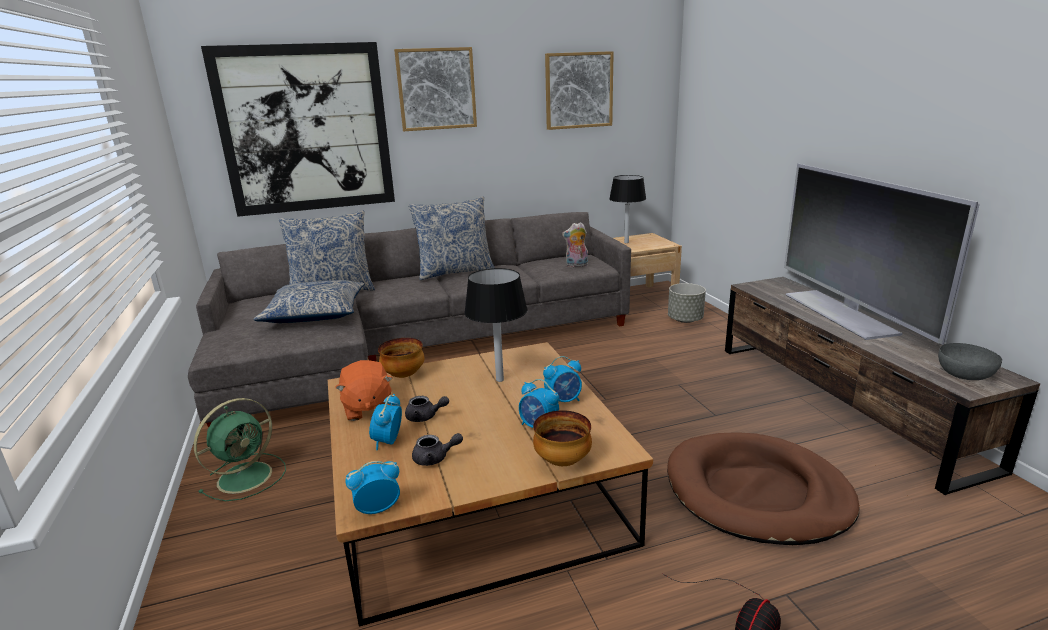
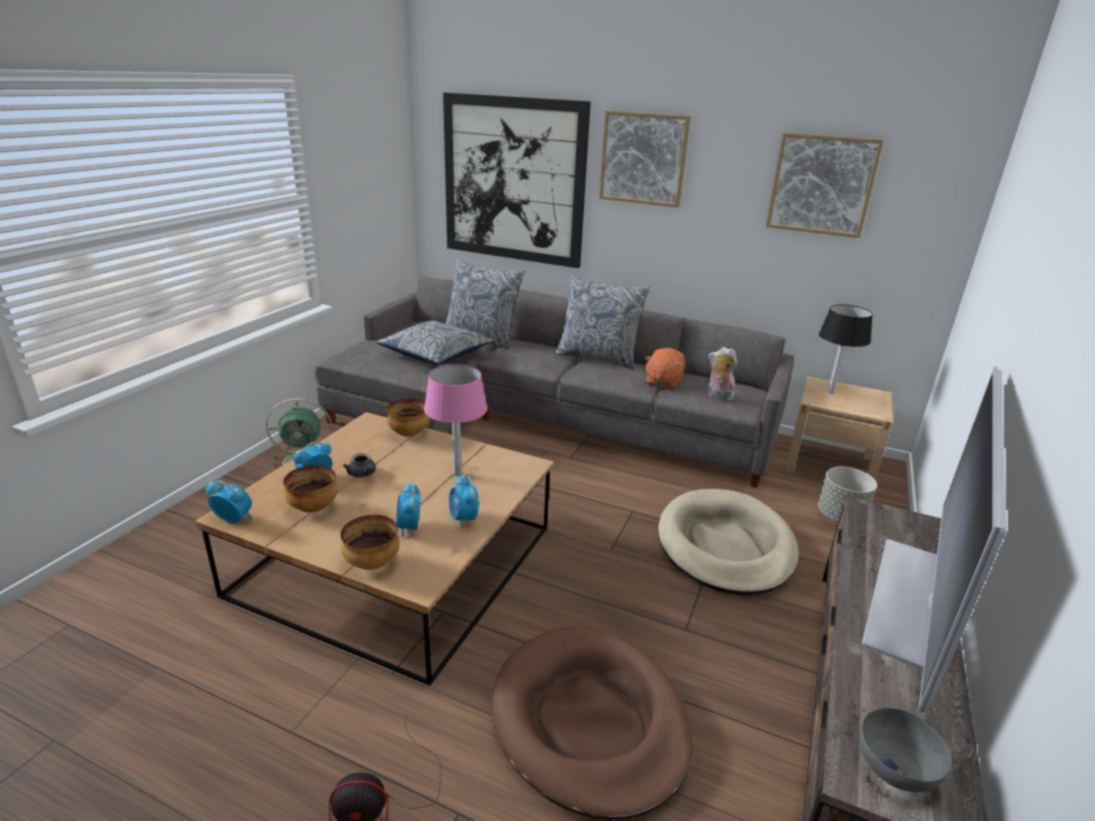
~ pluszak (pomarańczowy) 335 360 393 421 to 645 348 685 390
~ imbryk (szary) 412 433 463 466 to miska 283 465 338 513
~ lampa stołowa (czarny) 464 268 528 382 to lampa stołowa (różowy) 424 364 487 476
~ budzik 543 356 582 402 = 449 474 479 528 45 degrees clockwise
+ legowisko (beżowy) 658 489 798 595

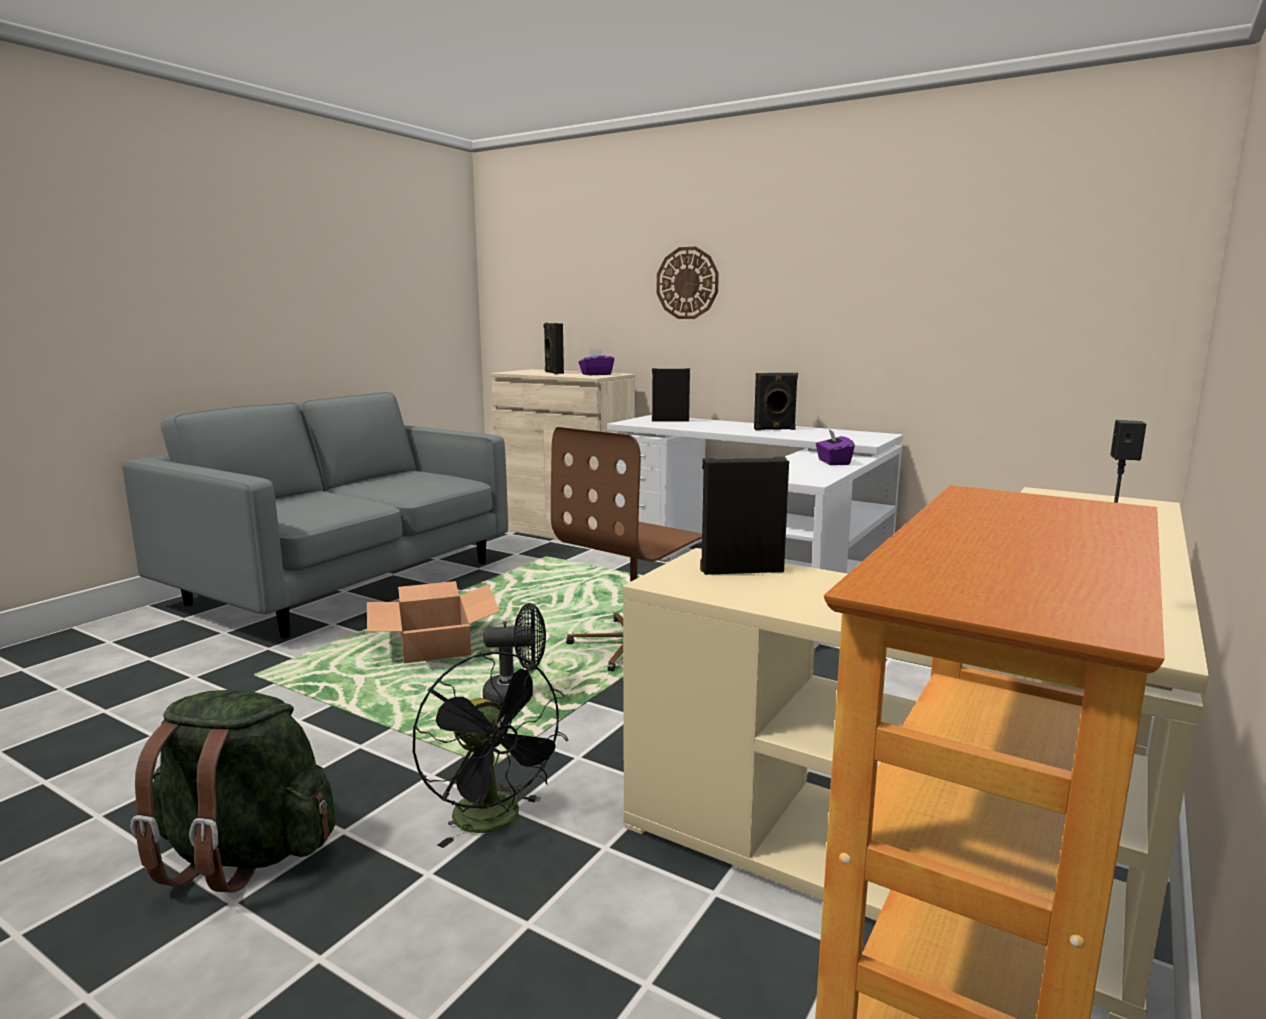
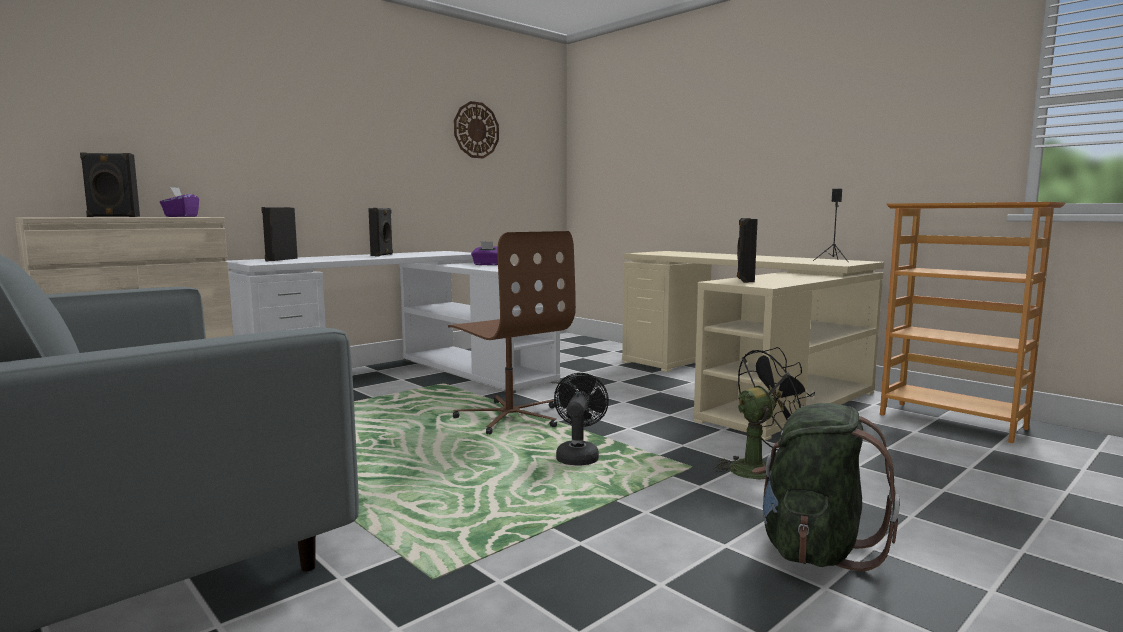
- karton 367 581 500 664
~ zegar ścienny 657 247 719 319 to 454 101 499 158

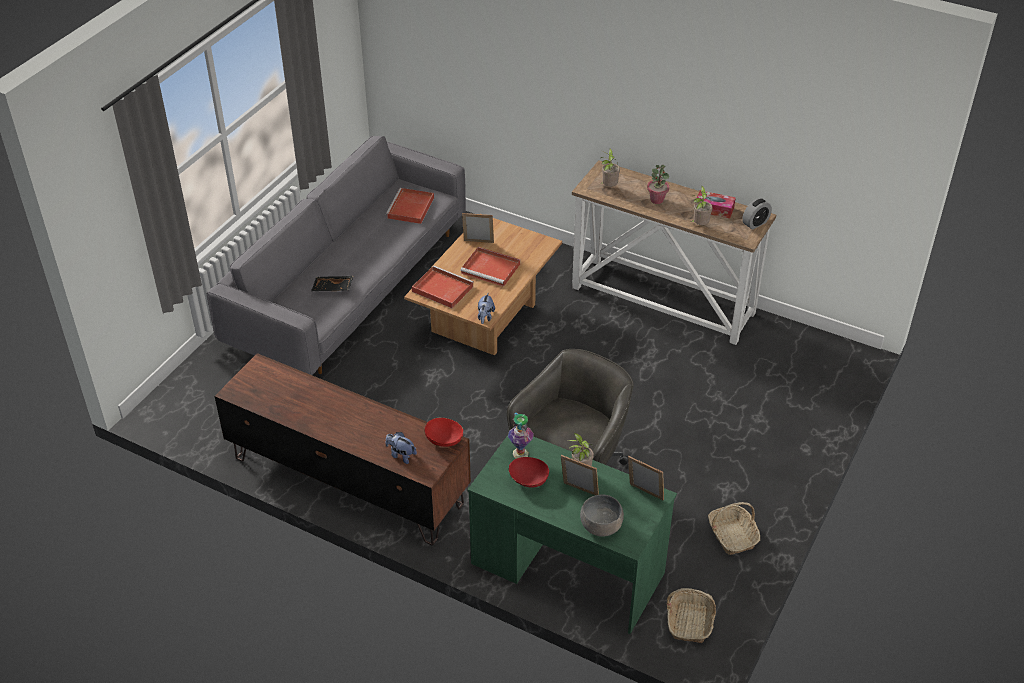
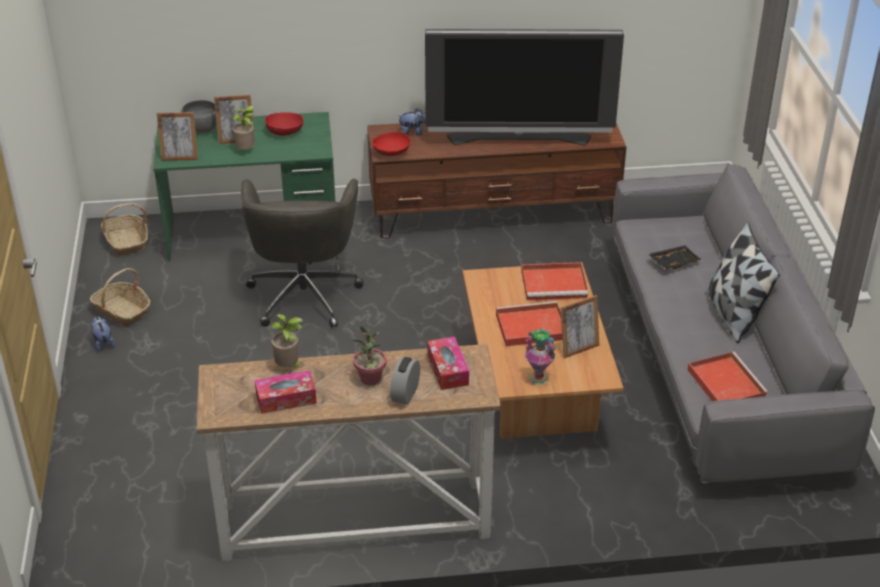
~ pluszak 478 293 495 324 to 92 316 115 352
~ wazon 508 412 534 459 to 525 329 555 385
~ roślina doniczkowa 600 149 620 187 to pudełko chusteczek 427 337 469 390
~ budzik 742 198 772 230 to 390 357 420 405
+ telewizor 425 29 624 146
+ poduszka 707 222 780 343

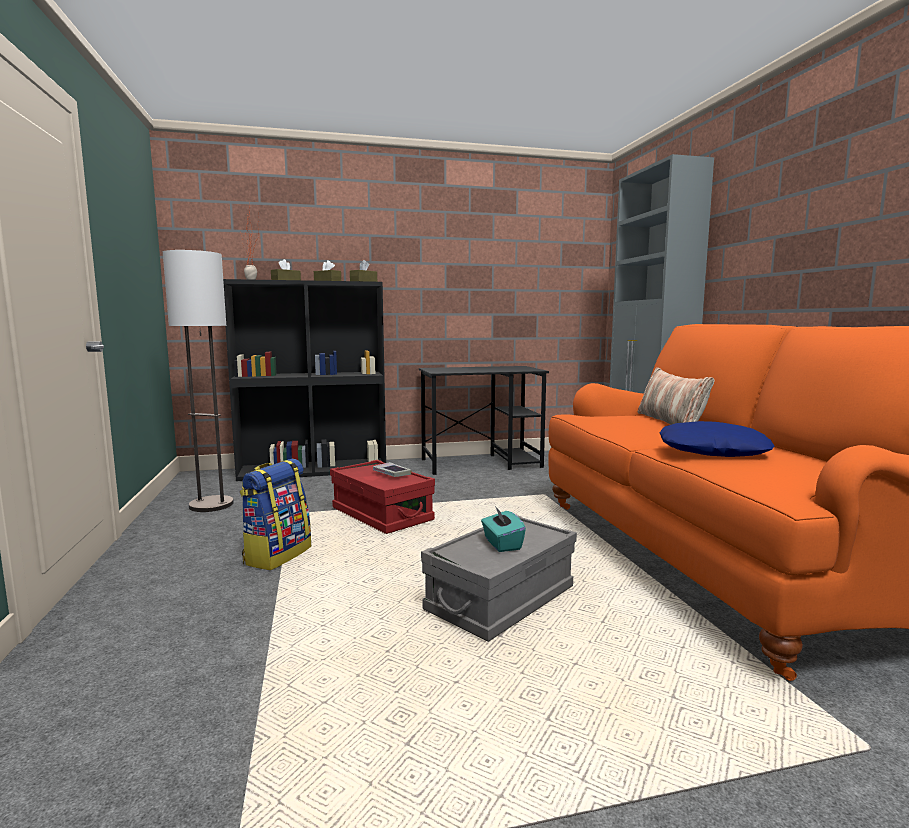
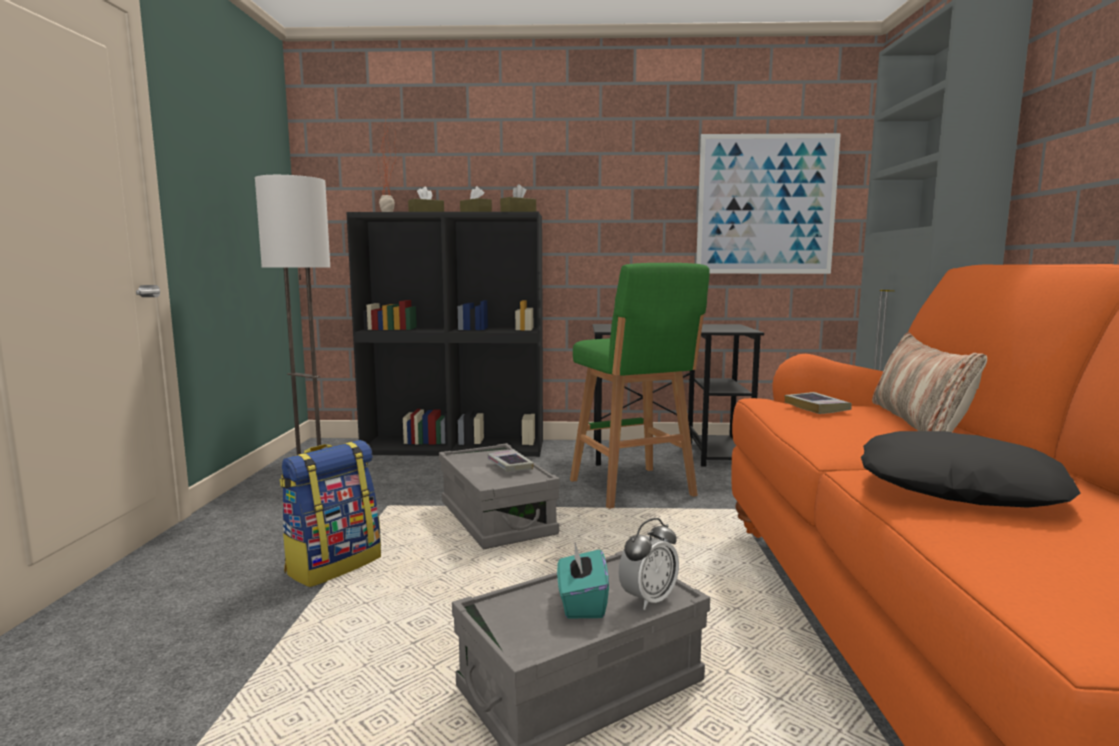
~ pojemnik do przechowywania (czerwony) 330 460 435 534 to pojemnik do przechowywania (szary) 439 443 560 550
~ poduszka (niebieski) 659 421 775 457 to poduszka (czarny) 861 431 1080 508
+ stołek (zielony) 570 263 710 509
+ budzik 618 518 679 610
+ obraz 696 133 841 274
+ książka 785 392 852 414

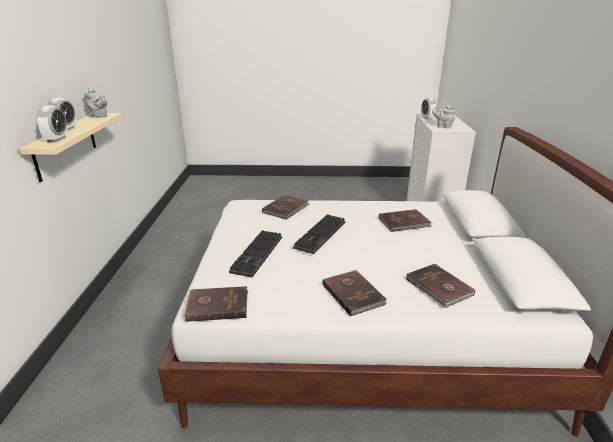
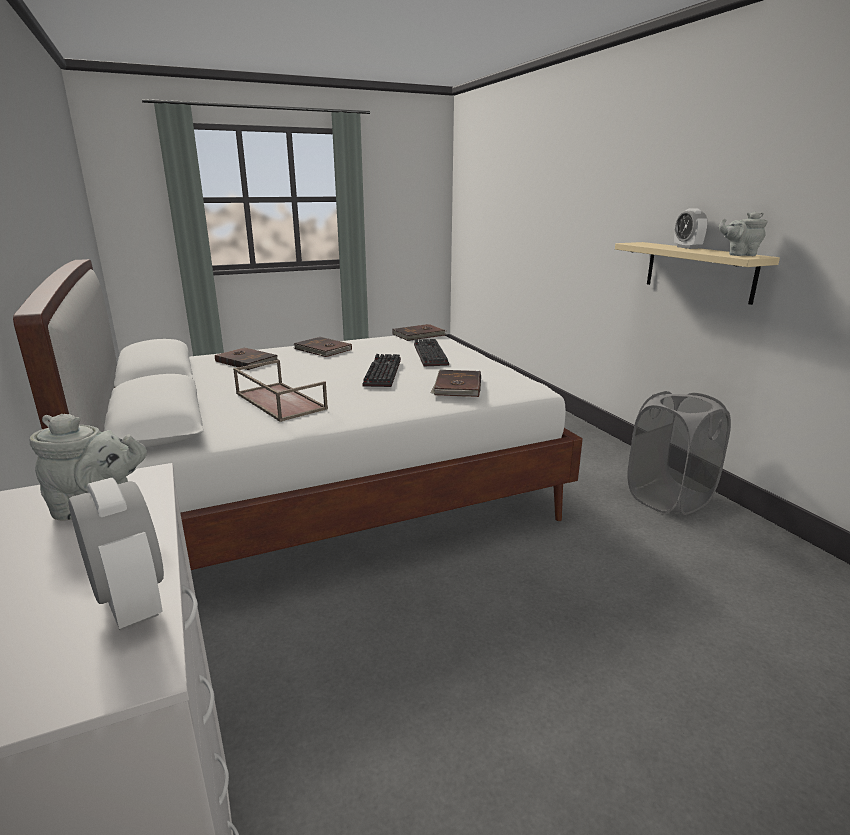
- budzik 36 105 68 142
~ książka (brązowy) 379 209 432 232 to taca (brązowy) 233 360 328 422
+ kosz na pranie (szary) 627 391 731 515

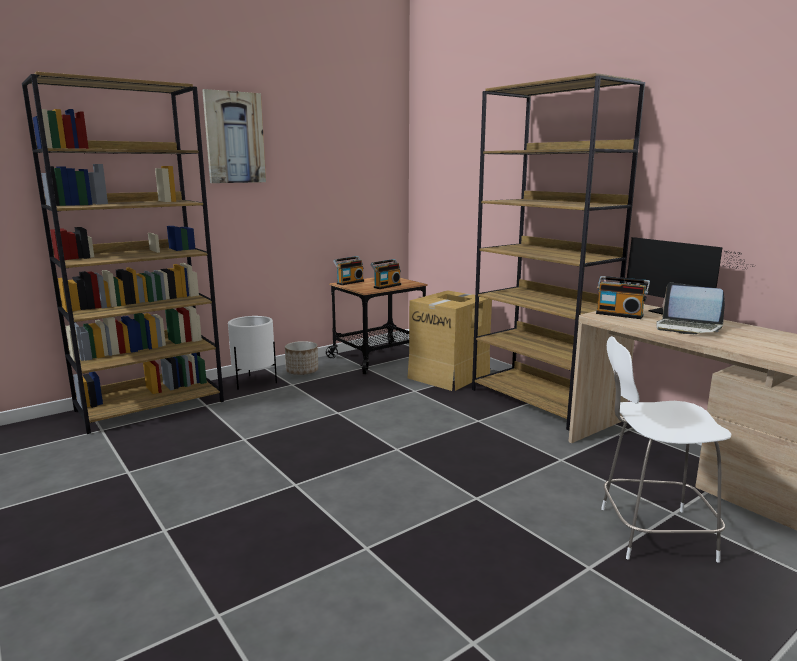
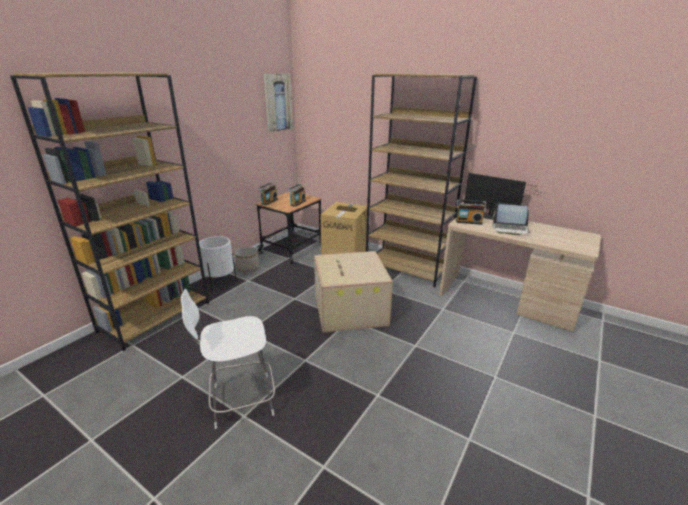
~ obraz 202 89 266 183 to 264 74 293 132
~ krzesło (biały) 601 336 731 563 to 181 289 275 429
+ karton 314 251 393 333

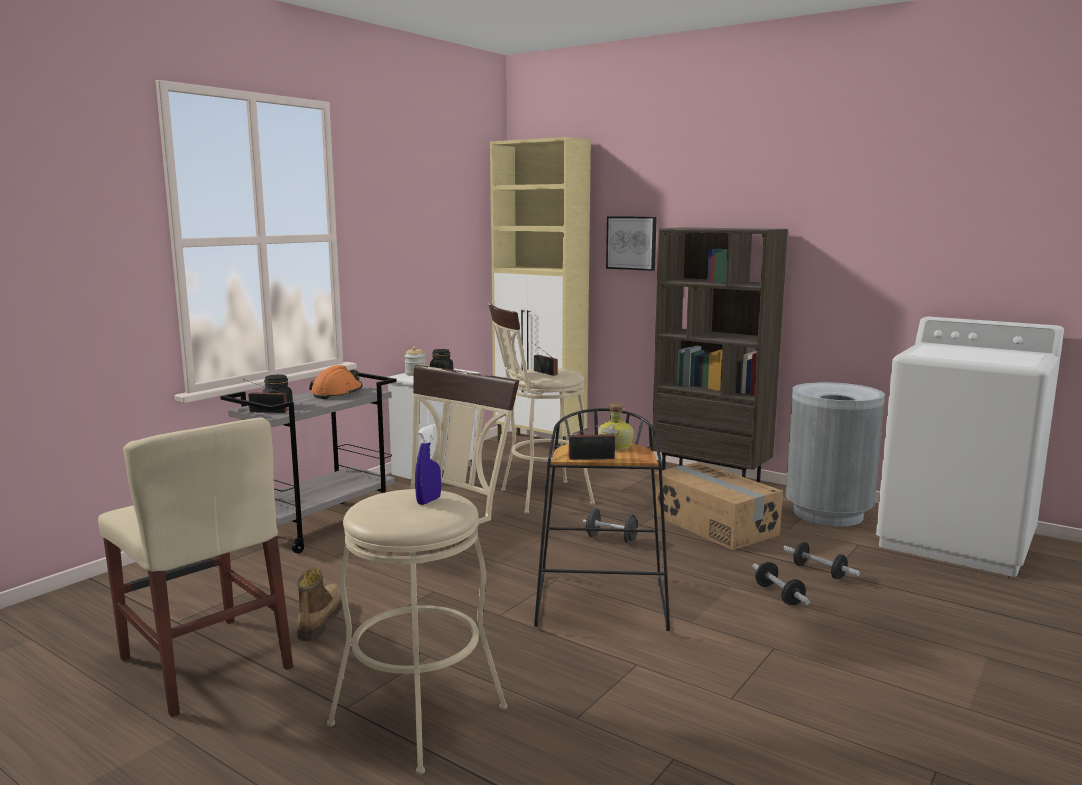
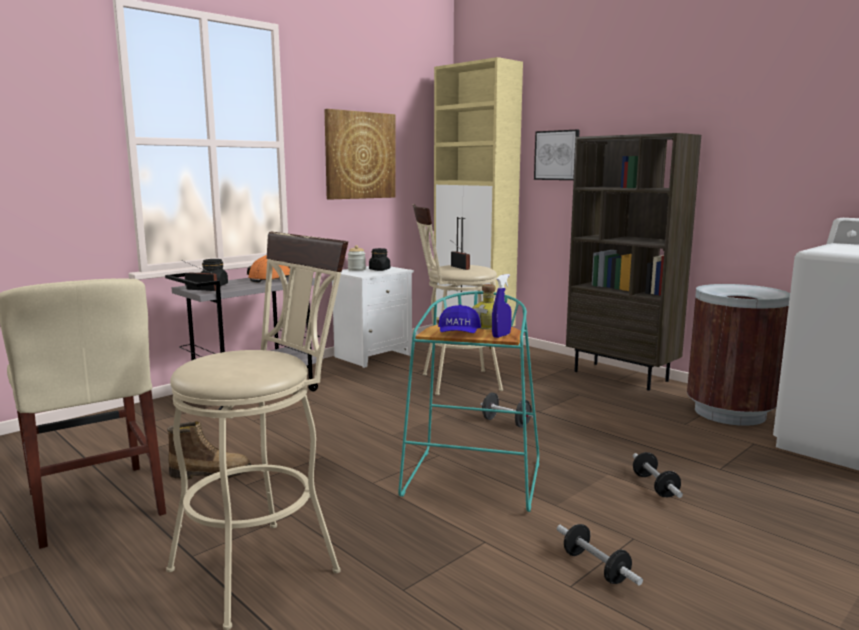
~ but z cholewką 297 568 343 641 = 167 421 251 479 75 degrees clockwise
~ spryskiwacz (niebieski) 415 424 441 505 to 492 274 512 338
~ stołek (czarny) 534 408 670 631 to stołek (turkusowy) 398 291 539 512
~ radio 569 418 620 460 to czapka z daszkiem (niebieski) 438 305 481 333
- karton 653 462 783 550
~ hantel 783 542 860 579 to 557 524 643 585
~ kosz na śmieci (szary) 785 382 885 526 to kosz na śmieci (brązowy) 687 284 790 426
+ obraz 324 109 396 199

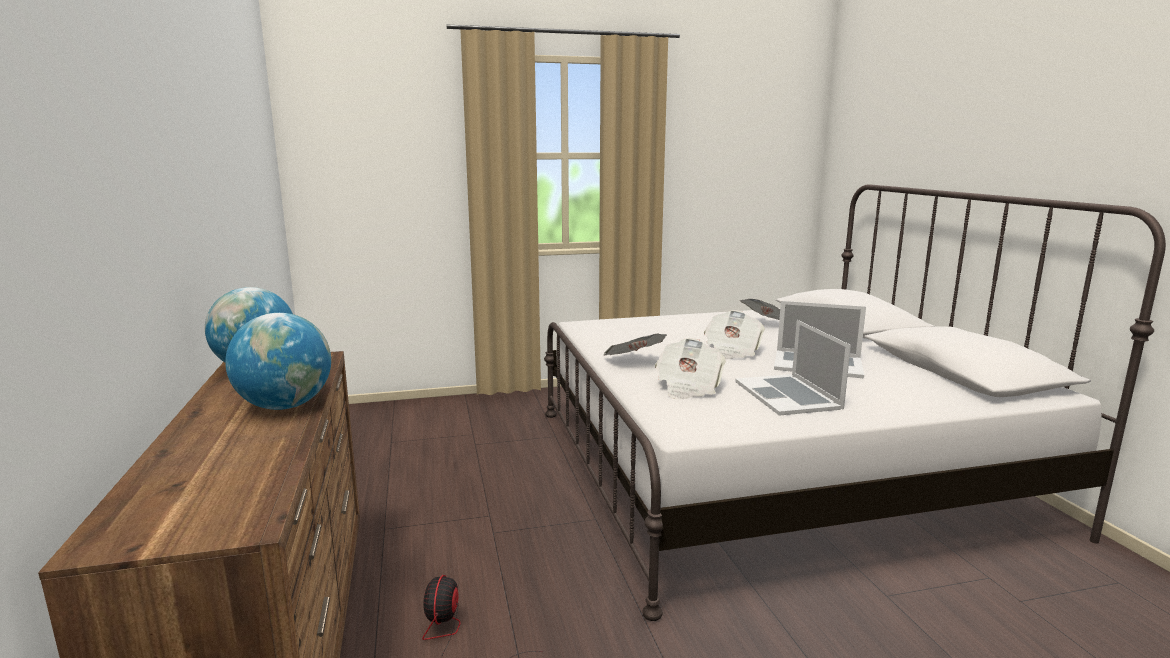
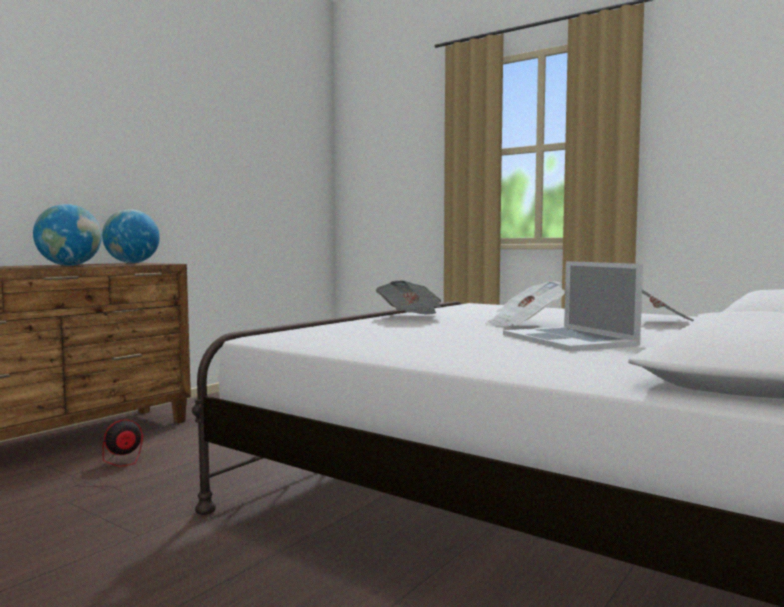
- gazeta 655 338 726 400
- laptop 735 320 851 416

